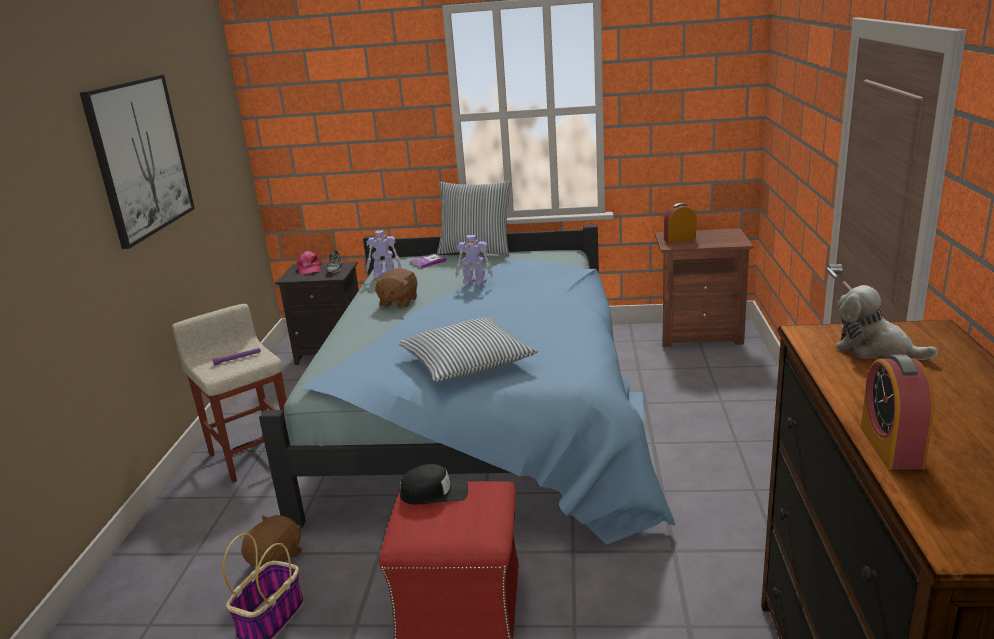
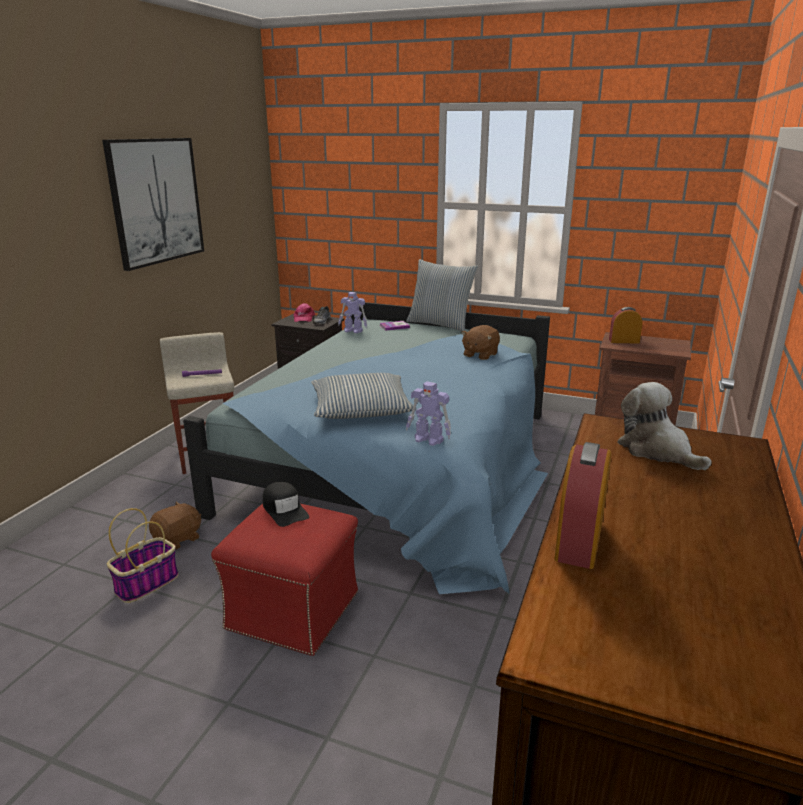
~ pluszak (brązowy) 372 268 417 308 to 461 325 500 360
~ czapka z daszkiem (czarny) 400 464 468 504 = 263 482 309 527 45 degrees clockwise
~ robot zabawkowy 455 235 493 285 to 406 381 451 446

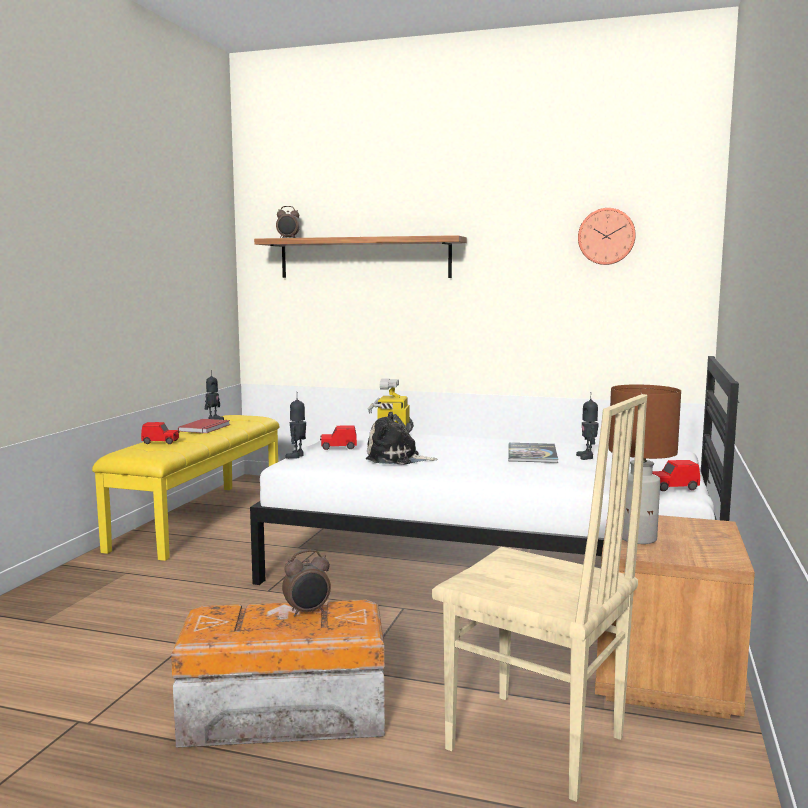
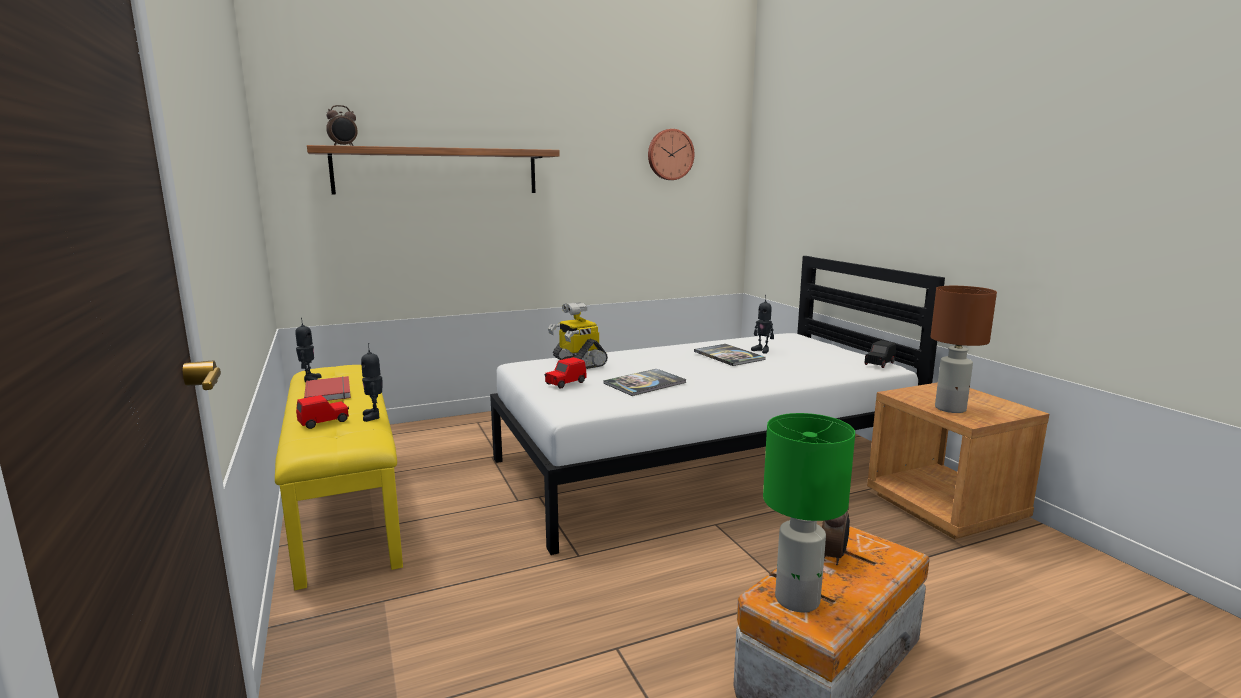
~ robot zabawkowy 285 392 306 459 to 361 343 382 422
~ pluszak 366 412 437 465 to książka 604 369 687 396
- krzesło (beżowy) 432 394 647 802
~ samochodzik (czerwony) 652 460 700 491 to samochodzik (czarny) 864 340 896 368
+ lampa stołowa (zielony) 763 413 855 612

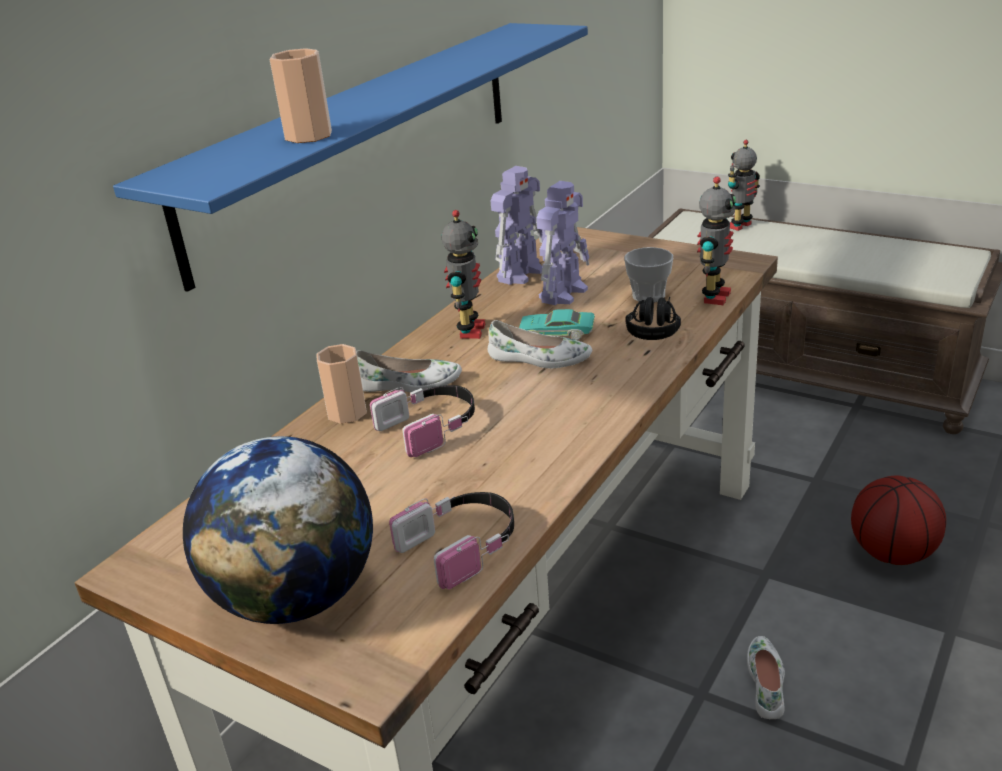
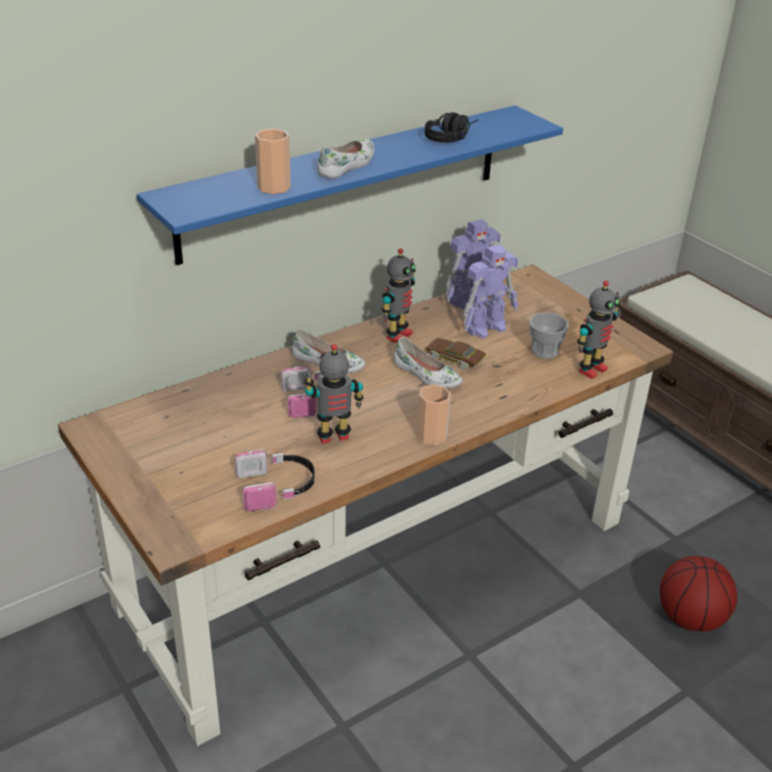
- globus 183 436 373 624
~ filiżanka 316 344 367 424 to 416 385 451 445
~ samochodzik (turkusowy) 519 309 595 340 to samochodzik (brązowy) 425 338 487 370
~ słuchawki (czarny) 625 297 681 340 to 425 112 478 143
~ robot zabawkowy 728 140 760 231 to 304 344 364 444
~ but (biały) 747 636 785 719 to 318 139 374 178

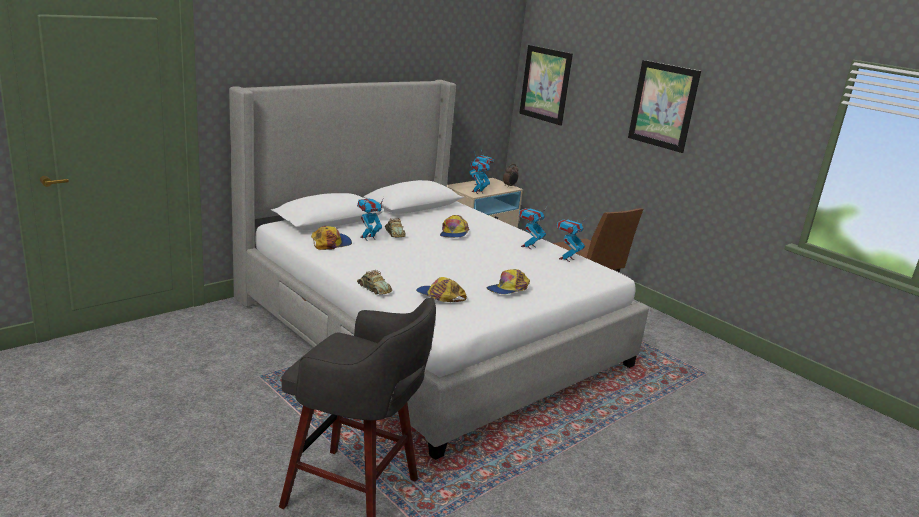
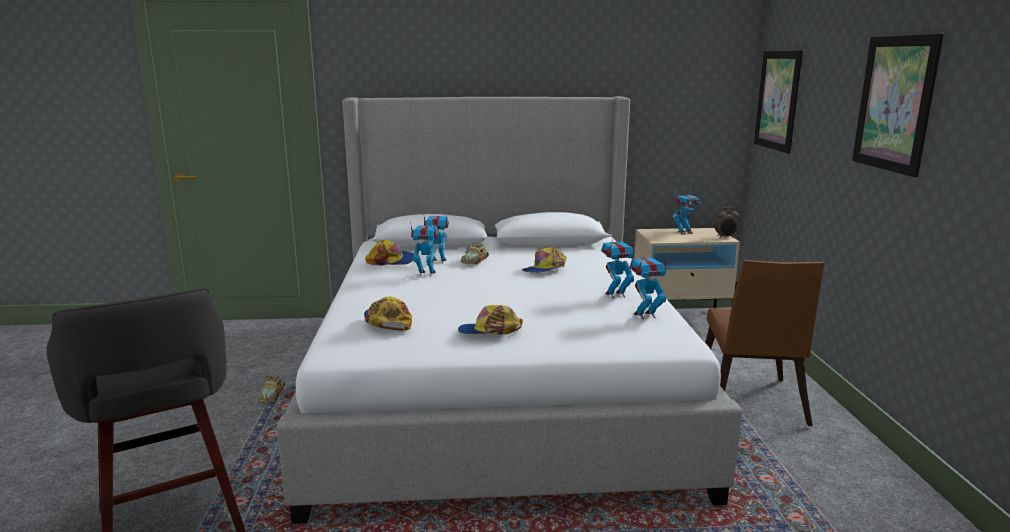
~ samochodzik 357 270 392 295 to 258 375 285 402
~ robot zabawkowy 470 160 492 194 to 410 221 438 276

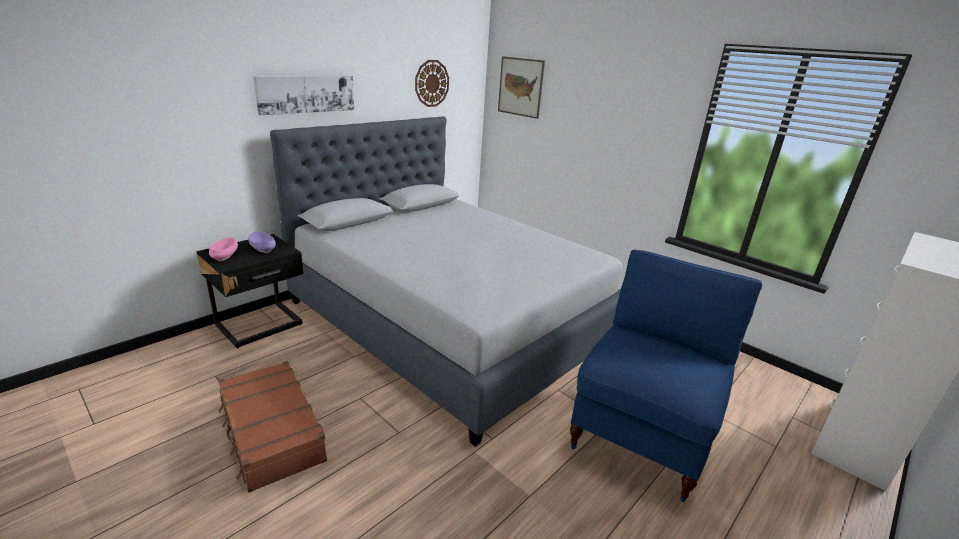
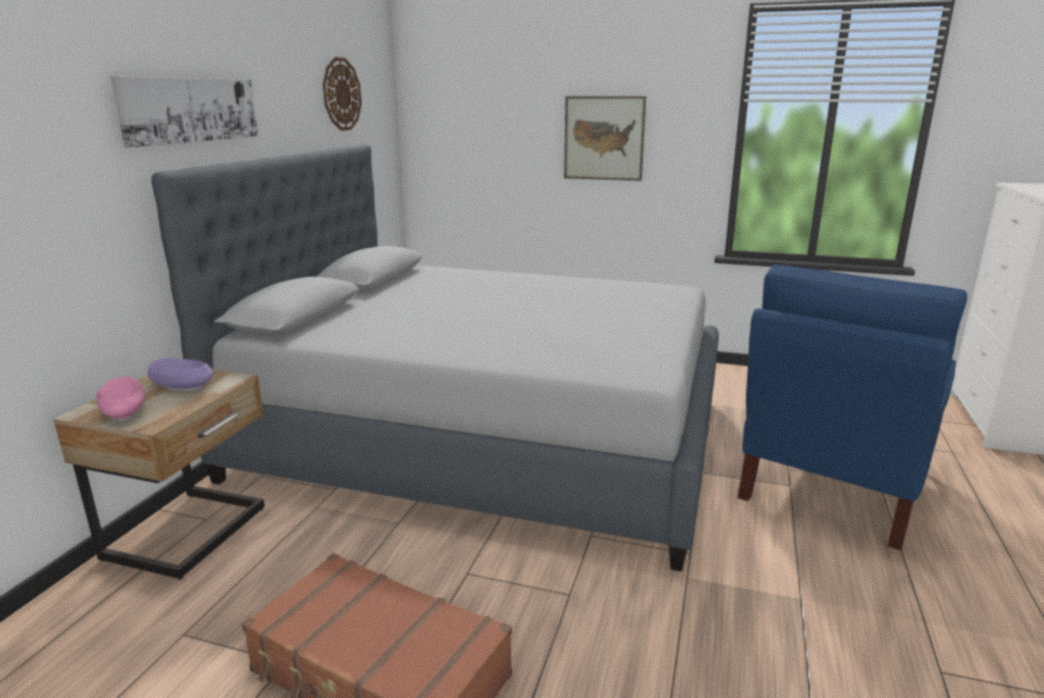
~ szafka nocna (czarny) 196 234 303 348 to szafka nocna (beżowy) 53 369 265 580
~ obraz 498 56 545 119 to 564 96 646 181
~ krzesło (niebieski) 570 250 762 502 = 737 264 967 551 150 degrees counterclockwise

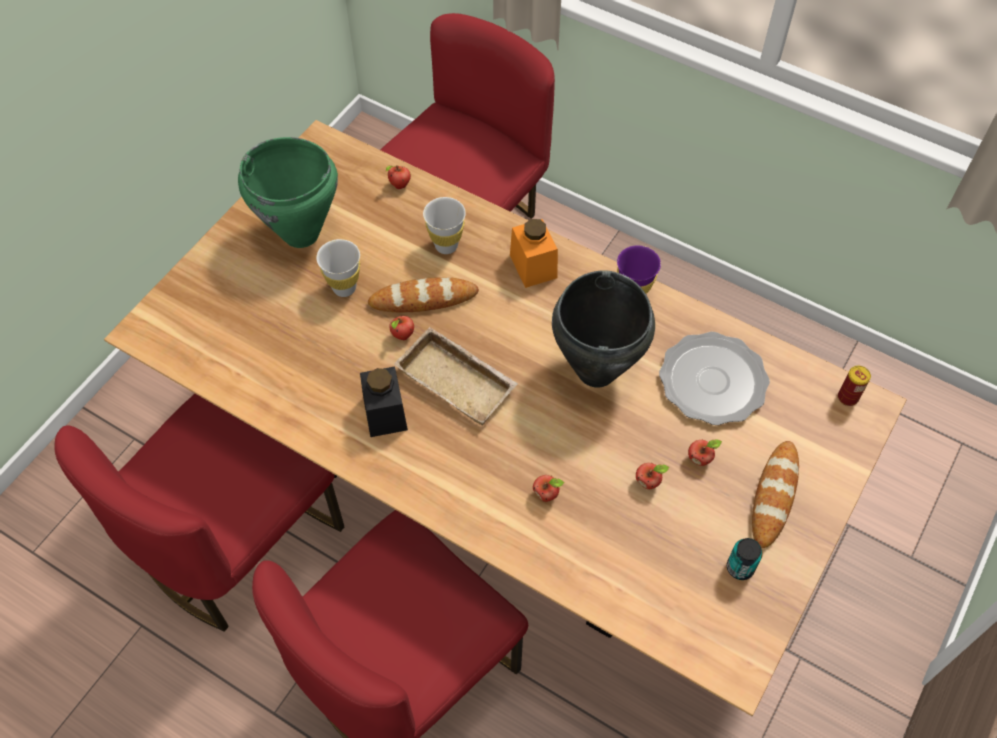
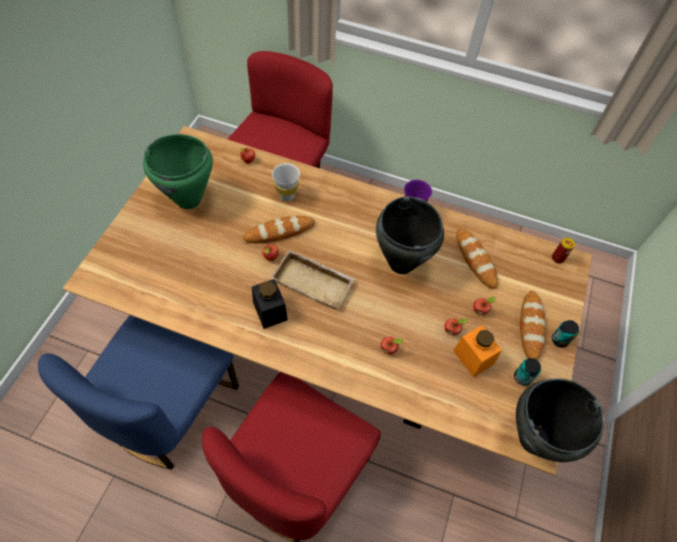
~ krzesło (czerwony) 54 394 344 632 to krzesło (niebieski) 38 315 239 470
- filiżanka (biały) 316 239 360 297
~ słoik (pomarańczowy) 510 219 558 288 to 453 325 502 377
~ talerz 659 332 770 425 to chleb 456 229 498 289
+ garnek (czarny) 516 378 605 462
+ puszka 552 320 579 348

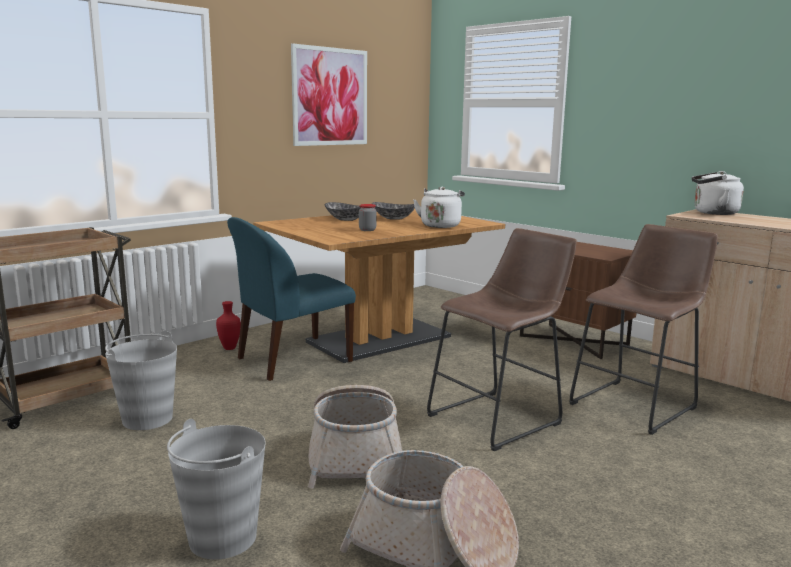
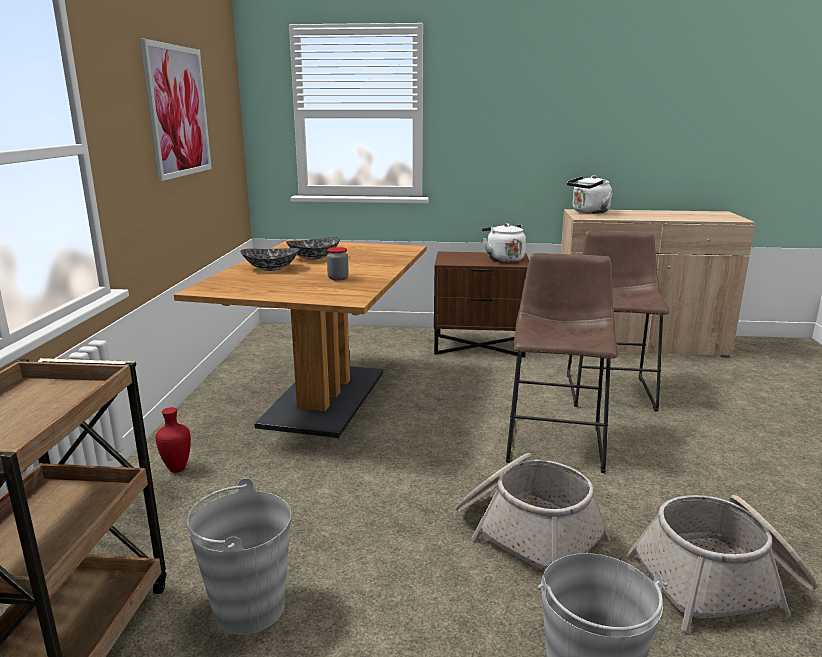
- krzesło (niebieski) 227 217 356 381
~ czajnik (biały) 413 187 465 228 to 482 223 526 262

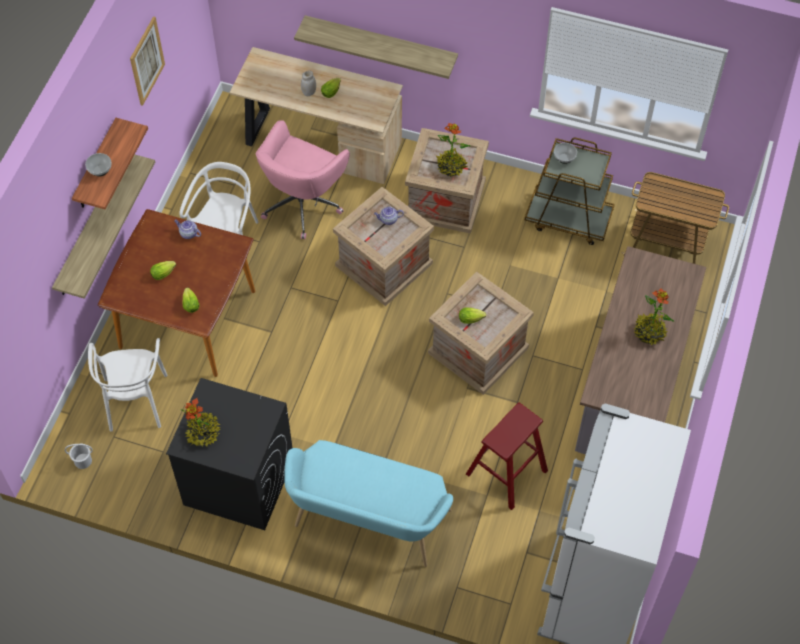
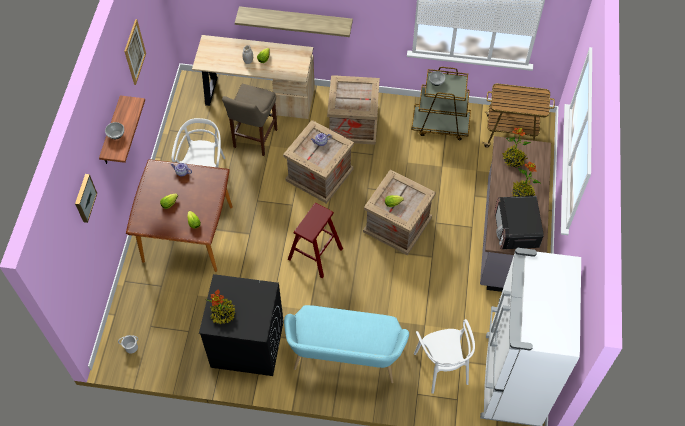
- półka 52 155 155 299
~ krzesło (biały) 88 338 167 432 to 414 319 475 394
~ krzesło biurowe (różowy) 256 120 350 239 to stołek (beżowy) 222 84 277 156
~ roślina doniczkowa 436 123 470 176 to 502 128 531 167
~ stołek (czerwony) 466 403 548 510 to 288 203 343 278
+ obraz 75 174 97 223
+ mikrofalówka 495 196 543 249

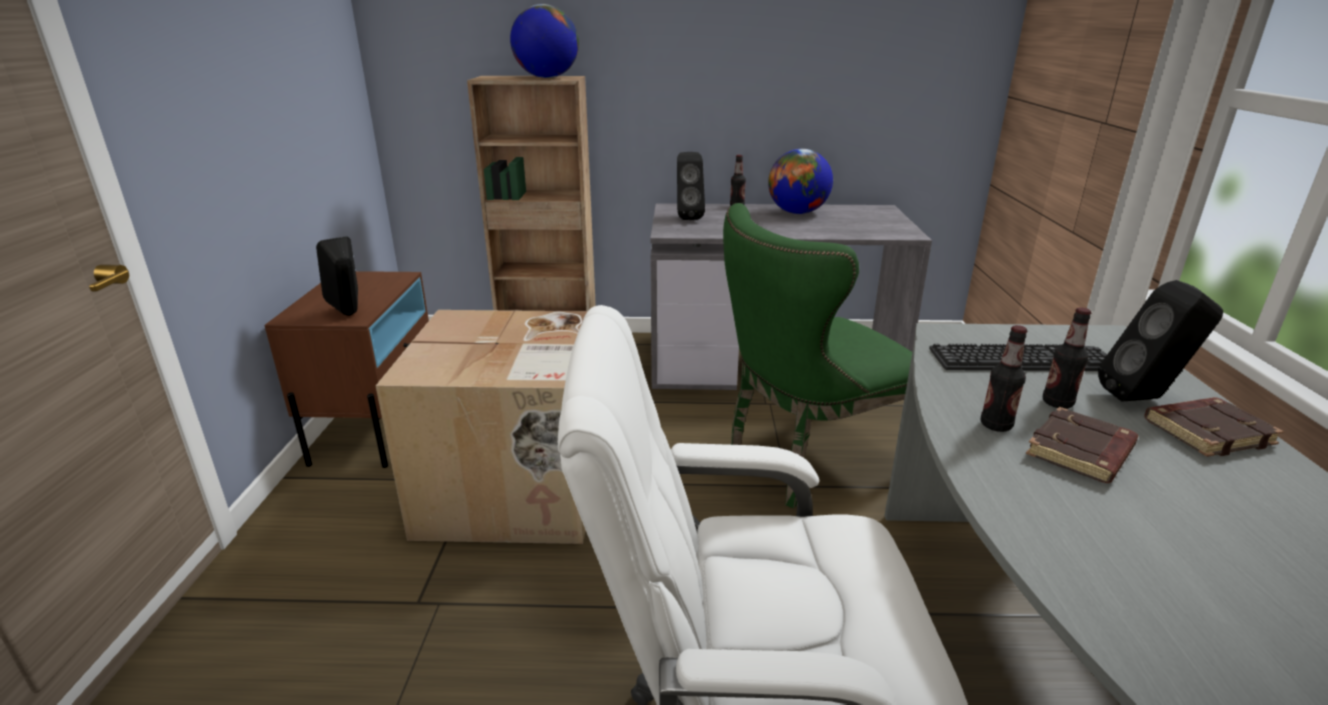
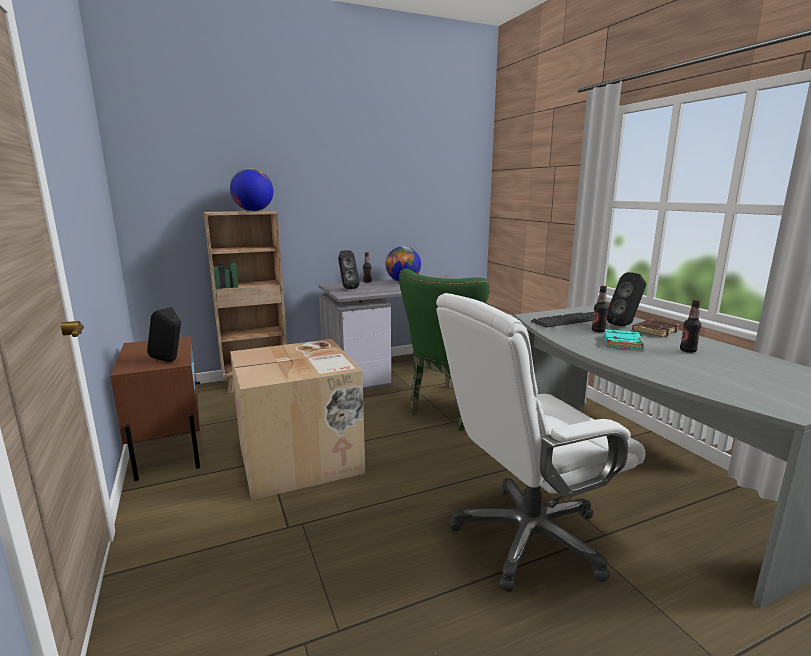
~ butelka 980 325 1027 432 to 680 300 701 353
~ książka (brązowy) 1026 407 1138 483 to książka (turkusowy) 604 329 644 350

